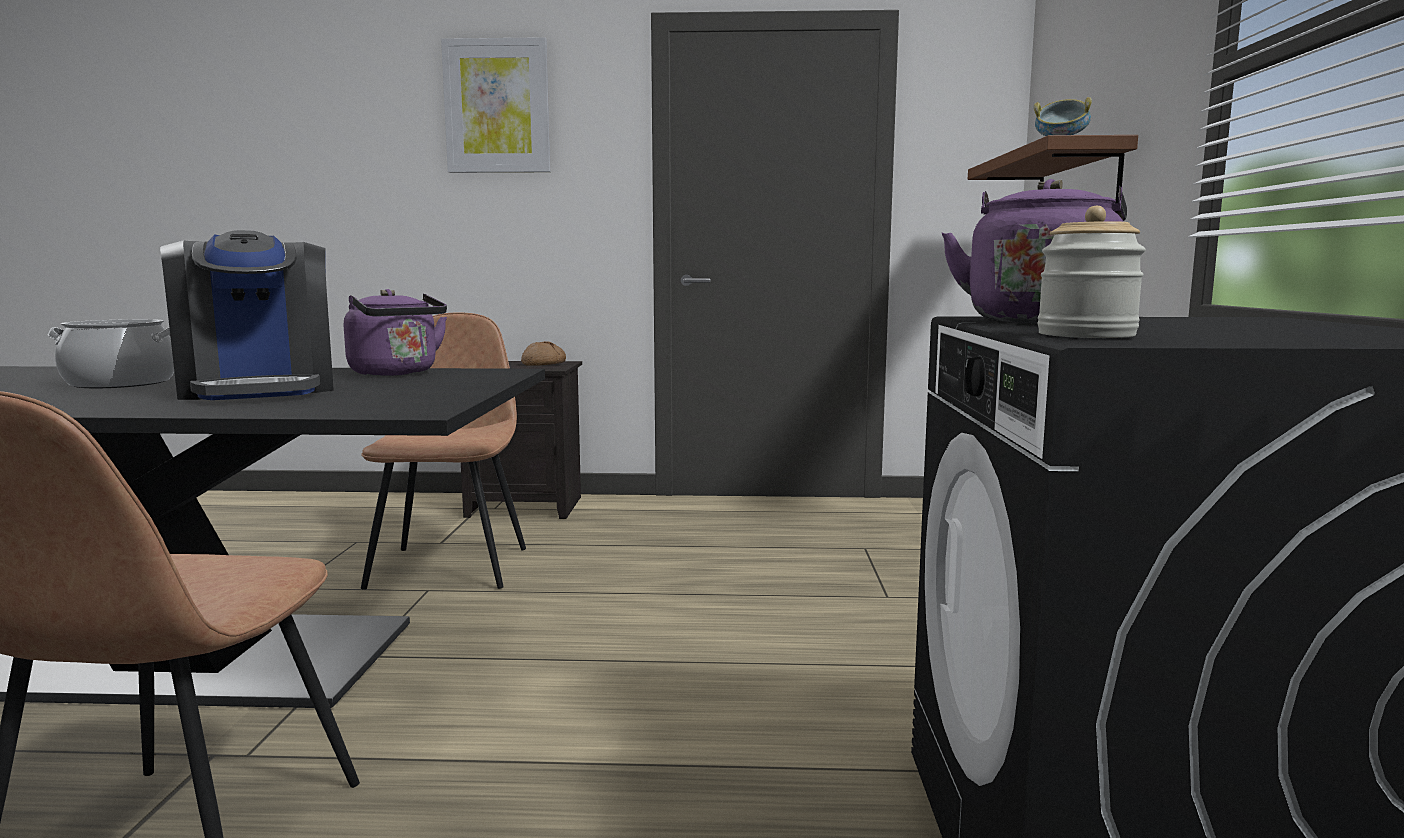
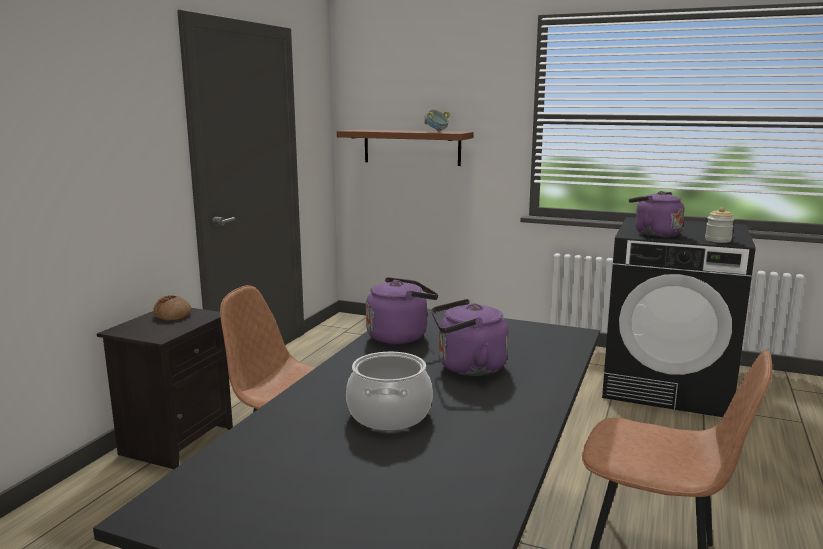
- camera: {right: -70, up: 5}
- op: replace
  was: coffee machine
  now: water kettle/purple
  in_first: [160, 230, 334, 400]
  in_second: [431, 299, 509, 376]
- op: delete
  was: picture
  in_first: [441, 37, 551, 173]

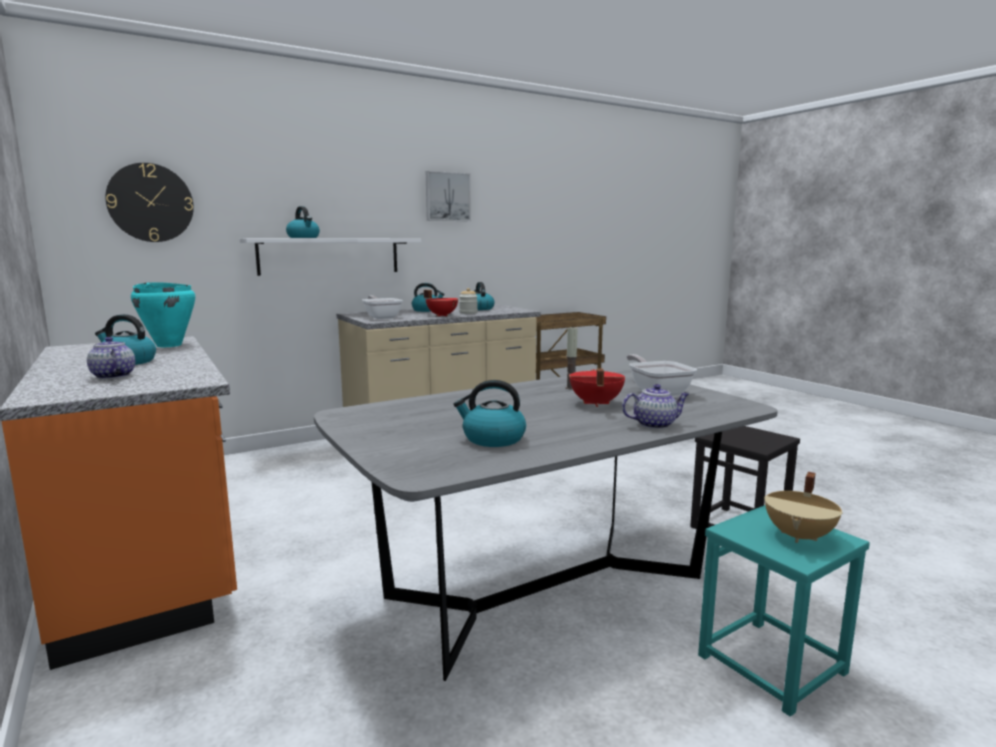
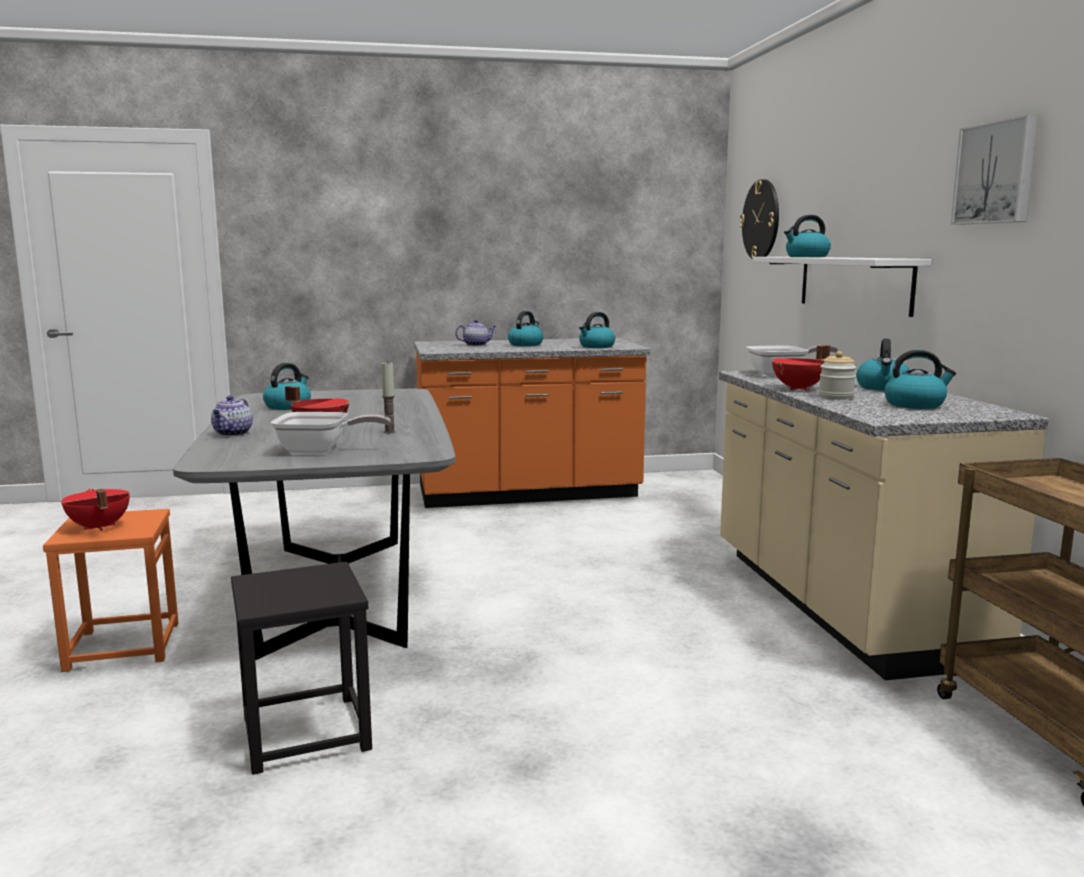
- camera: {right: 110, up: 0}
- op: recolor
  was: stool seat/turquoise
  now: stool seat/orange
  in_first: [698, 505, 870, 716]
  in_second: [43, 509, 178, 672]
- op: recolor
  was: saucepot/beige
  now: saucepot/red
  in_first: [764, 472, 843, 543]
  in_second: [61, 489, 130, 531]
- op: replace
  was: saucepot/turquoise
  now: water kettle
  in_first: [131, 282, 195, 347]
  in_second: [579, 312, 615, 348]

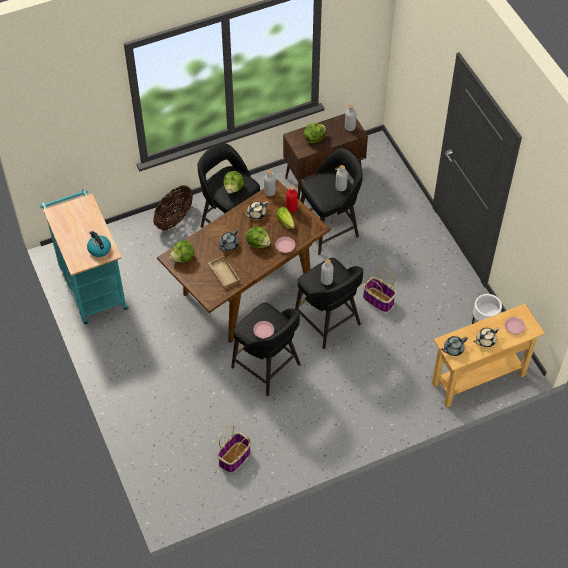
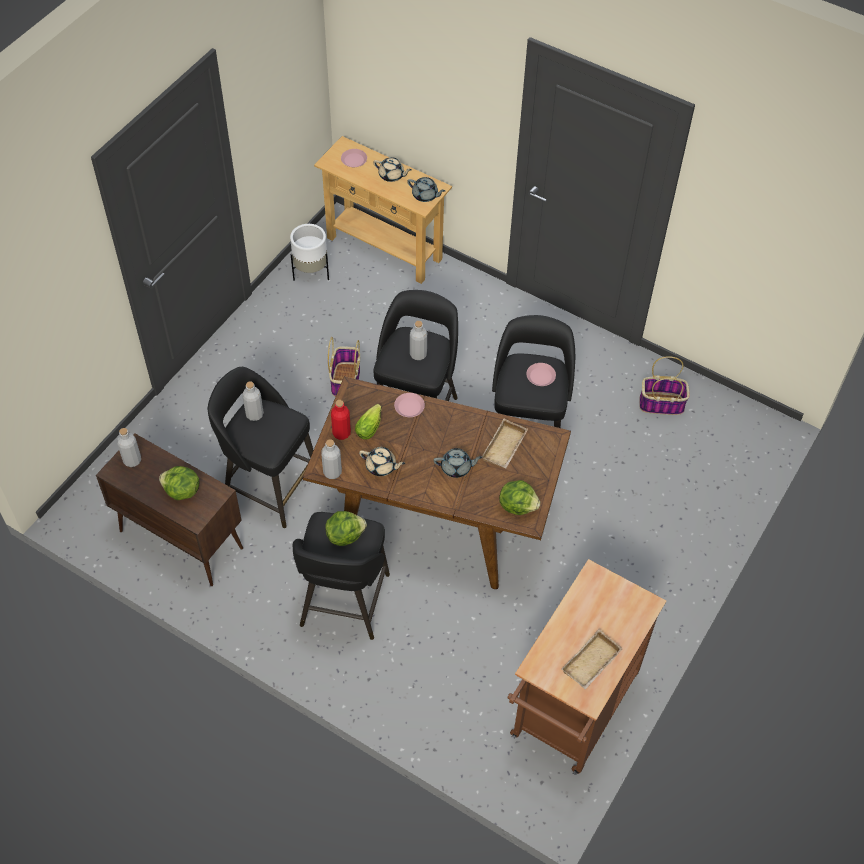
- camera: {right: -125, up: 0}
- op: recolor
  was: cart/turquoise
  now: cart/brownish
  in_first: [40, 189, 129, 325]
  in_second: [508, 559, 666, 775]
- op: insert
  now: serving tray/beige
  in_second: [561, 629, 623, 689]
- op: delete
  was: water kettle
  in_first: [87, 231, 111, 257]
- op: delete
  was: basket
  in_first: [153, 185, 193, 230]
- op: delete
  was: lettuce head
  in_first: [246, 227, 271, 248]

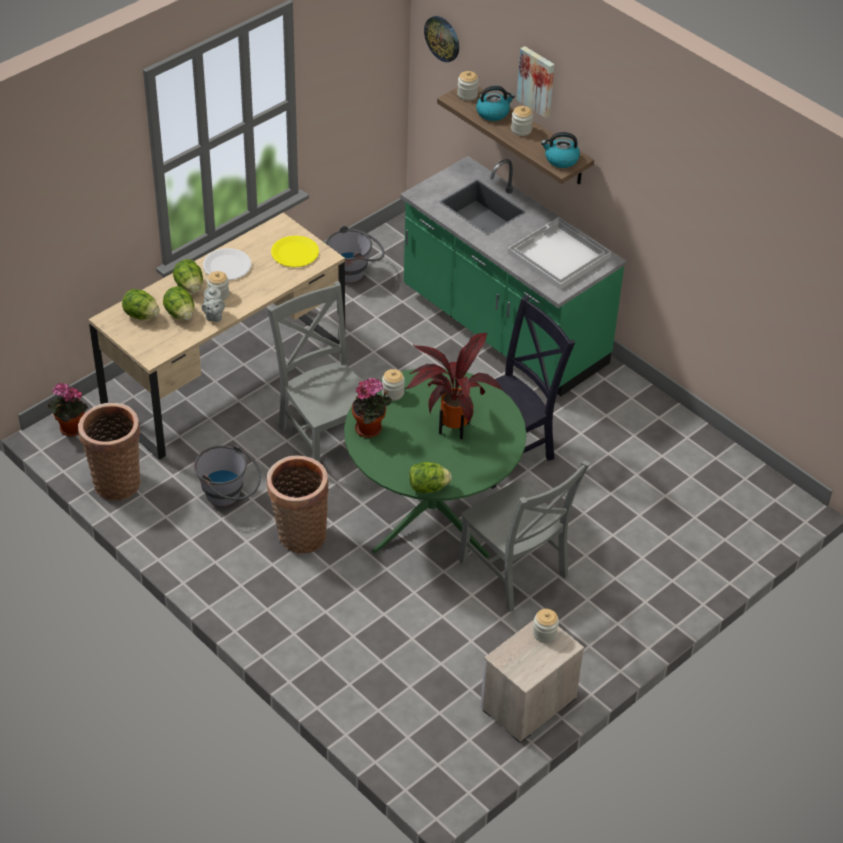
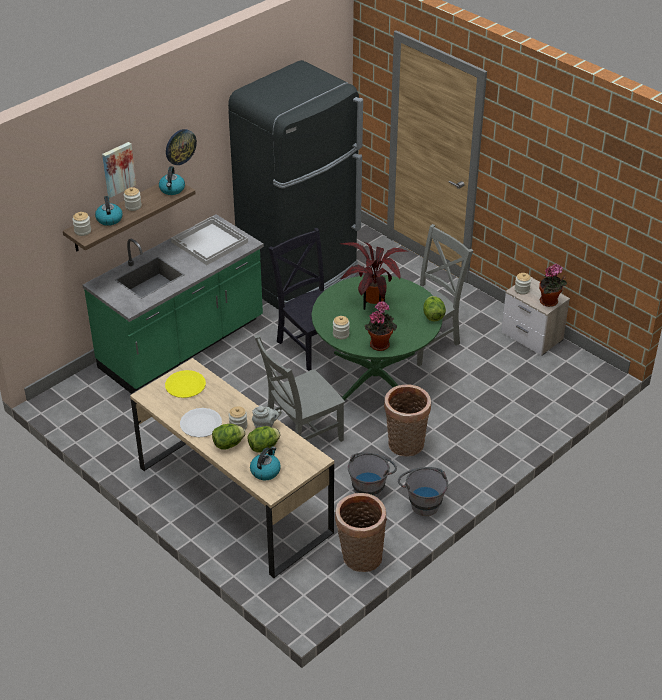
- camera: {right: -90, up: -5}
- op: move
  was: clock on the wall
  in_first: [424, 16, 459, 62]
  in_second: [166, 129, 197, 165]
- op: insert
  now: refrigerator/blackish
  in_second: [228, 60, 363, 310]
- op: replace
  was: lettuce head
  now: water kettle
  in_first: [122, 289, 160, 320]
  in_second: [250, 447, 281, 480]
- op: move
  was: bucket/gray
  in_first: [326, 225, 385, 283]
  in_second: [398, 467, 448, 516]
- op: move
  was: potted plant
  in_first: [48, 383, 88, 436]
  in_second: [539, 263, 567, 307]

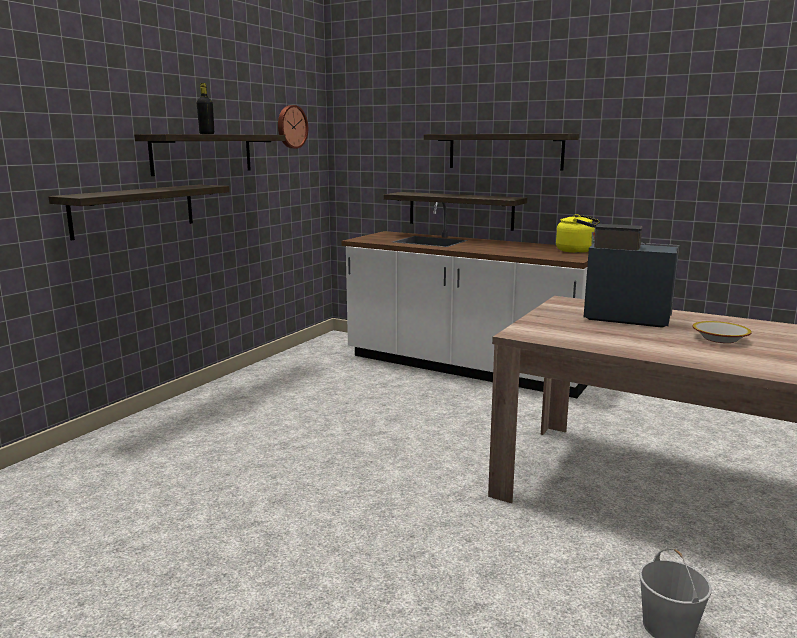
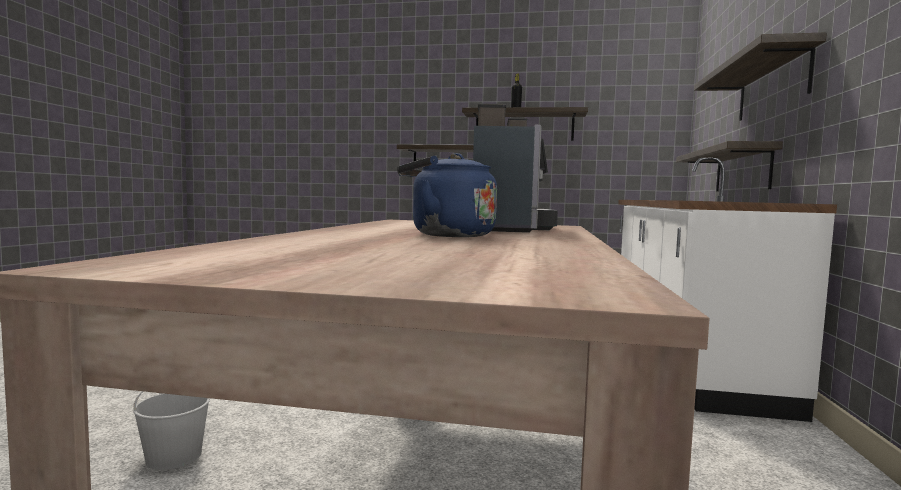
- camera: {right: 70, up: -10}
- op: replace
  was: bowl
  now: water kettle/bluish
  in_first: [692, 321, 752, 343]
  in_second: [397, 153, 497, 237]
- op: delete
  was: clock on the wall
  in_first: [278, 105, 308, 149]
- op: delete
  was: water kettle/yellow-coloured
  in_first: [556, 214, 600, 253]

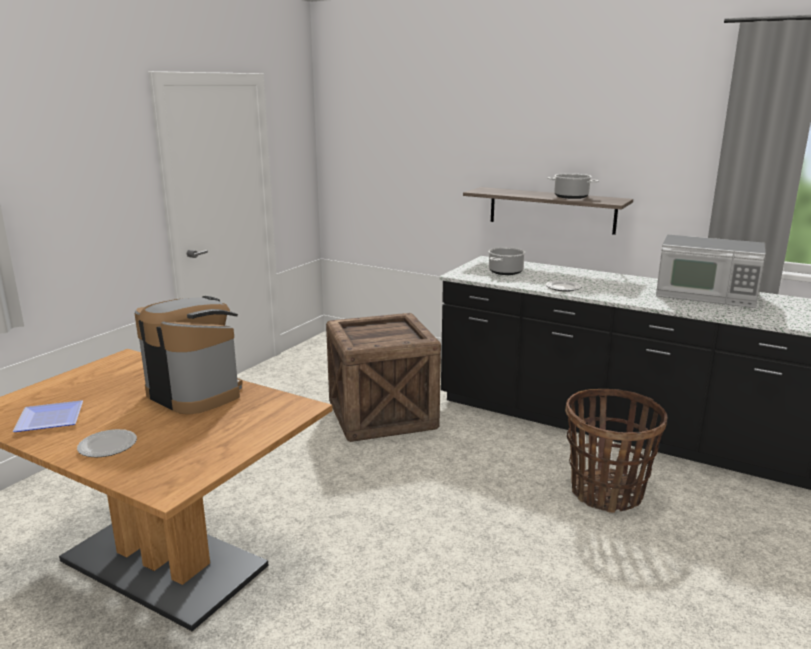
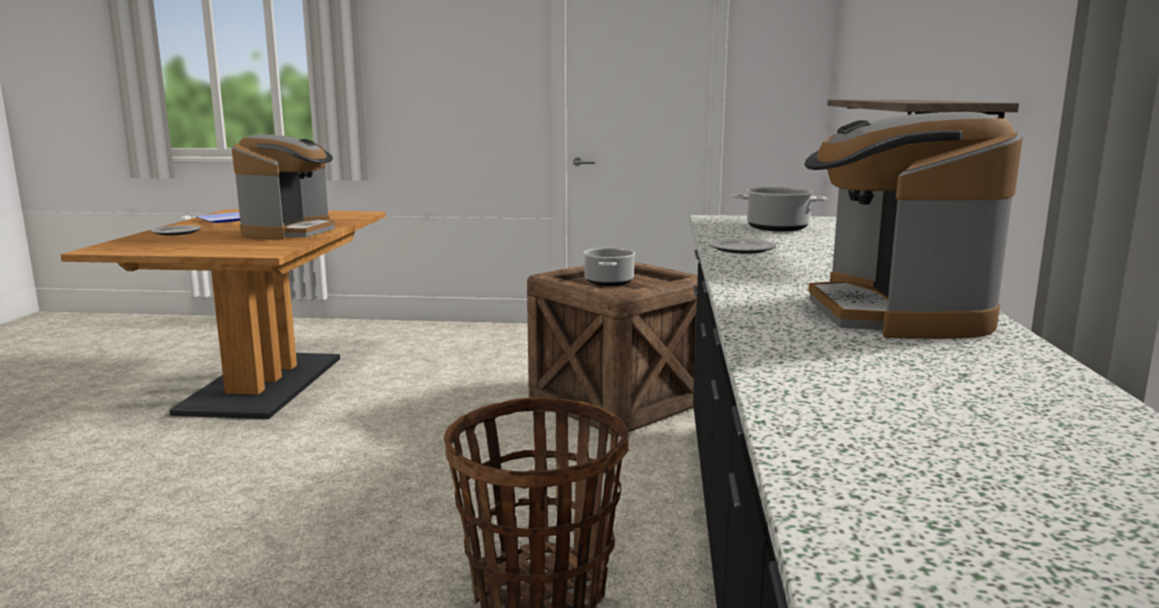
- camera: {right: 65, up: -5}
- op: move
  was: saucepot
  in_first: [548, 174, 599, 199]
  in_second: [583, 248, 636, 286]
- op: replace
  was: microwave
  now: coffee machine
  in_first: [656, 235, 766, 308]
  in_second: [804, 112, 1023, 339]

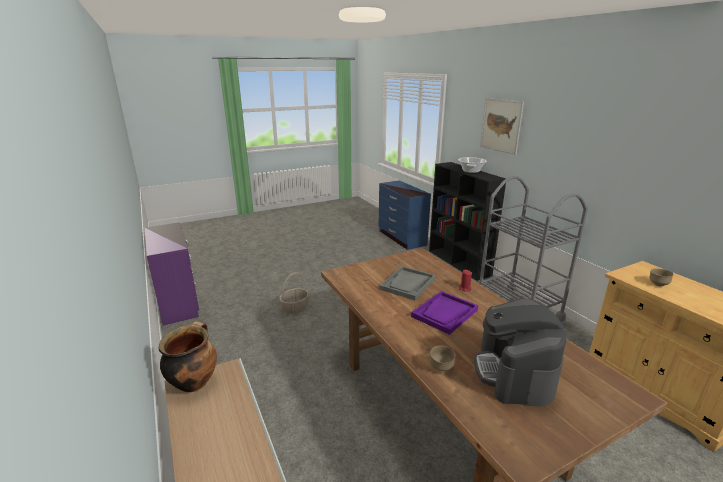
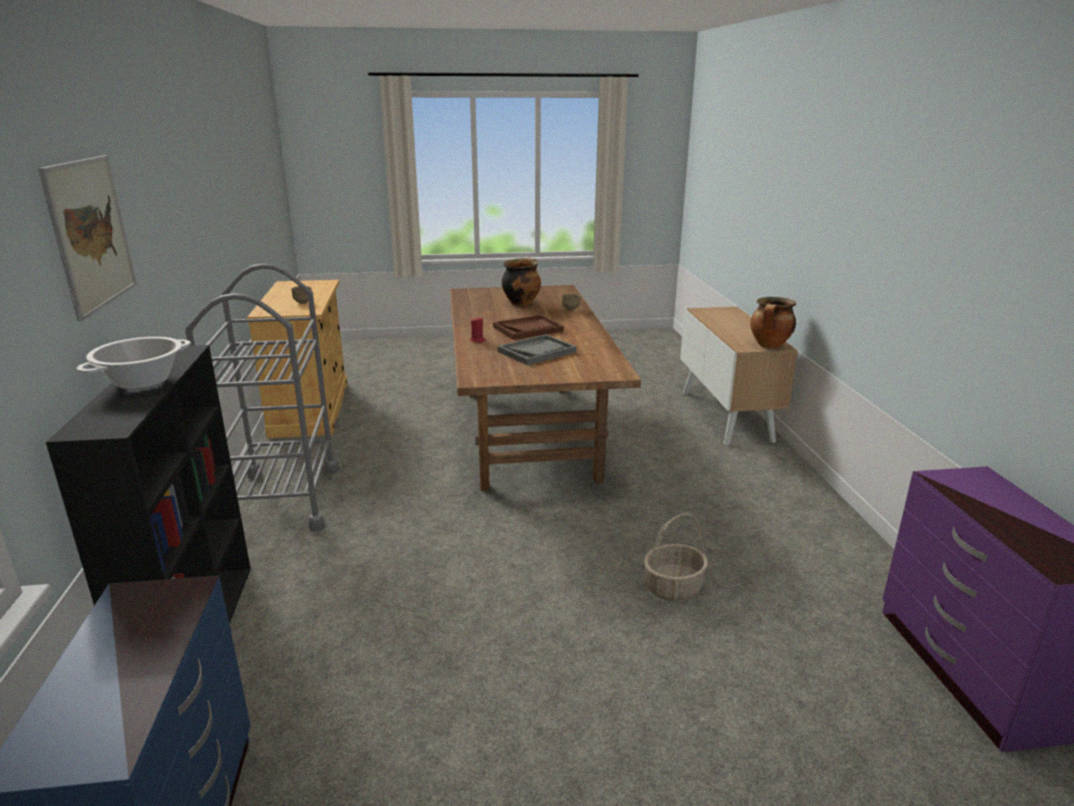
- camera: {right: -160, up: 0}
- op: recolor
  was: serving tray/purple
  now: serving tray/brownish
  in_first: [411, 291, 478, 335]
  in_second: [493, 315, 564, 340]
- op: replace
  was: coffee machine
  now: saucepot
  in_first: [474, 298, 567, 407]
  in_second: [502, 258, 541, 306]

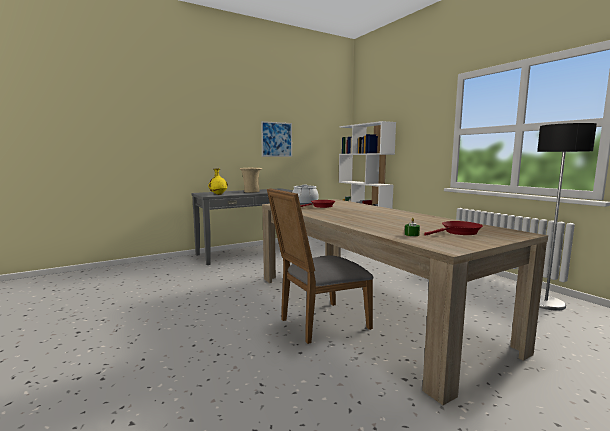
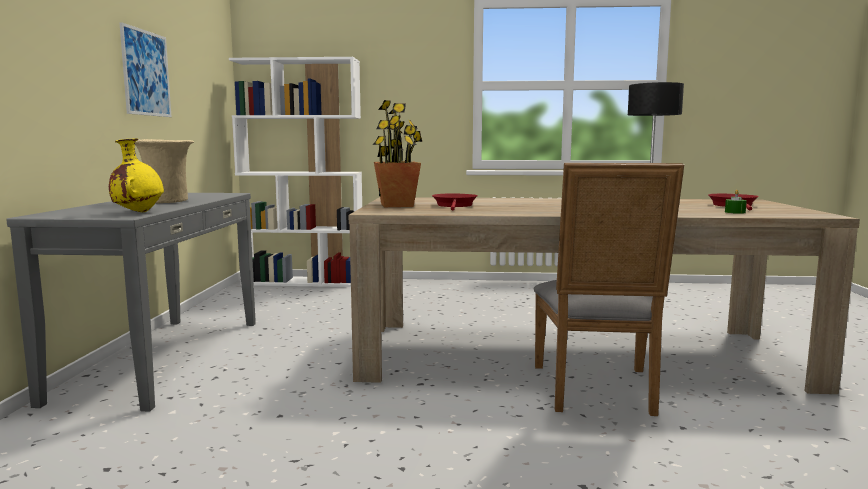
- camera: {right: -55, up: 0}
- op: replace
  was: saucepot
  now: potted plant
  in_first: [292, 185, 319, 205]
  in_second: [373, 100, 422, 207]

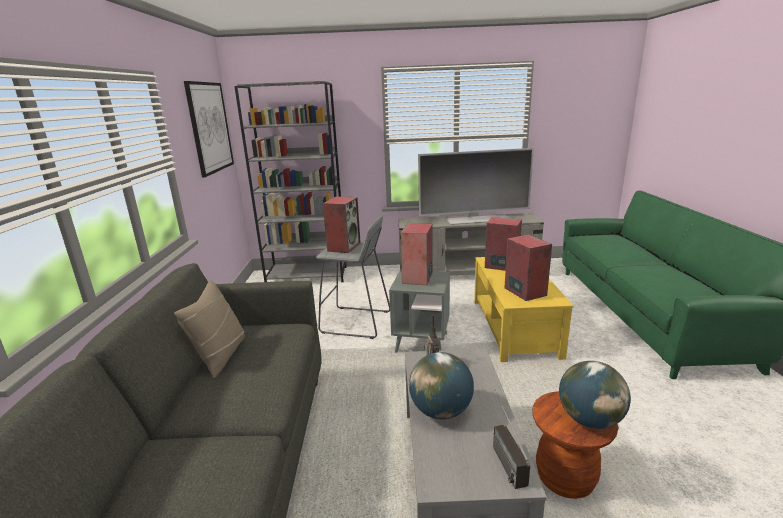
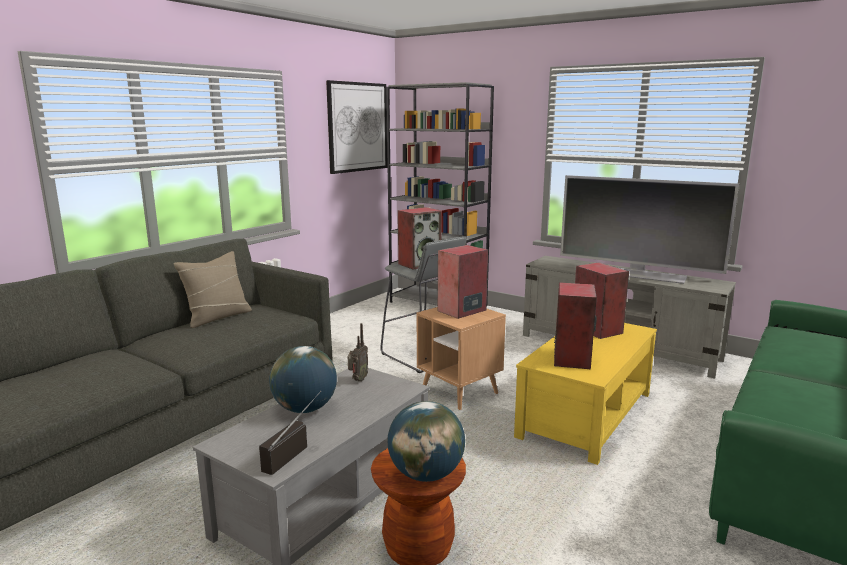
- camera: {right: 35, up: -5}
- op: recolor
  was: accent table/gray
  now: accent table/brownish
  in_first: [389, 269, 450, 353]
  in_second: [417, 307, 506, 410]

